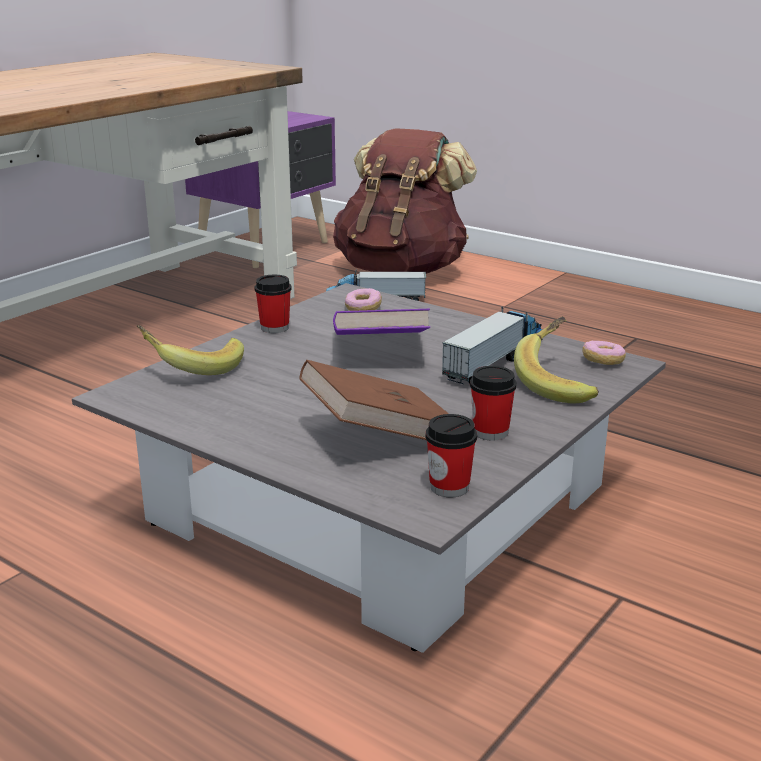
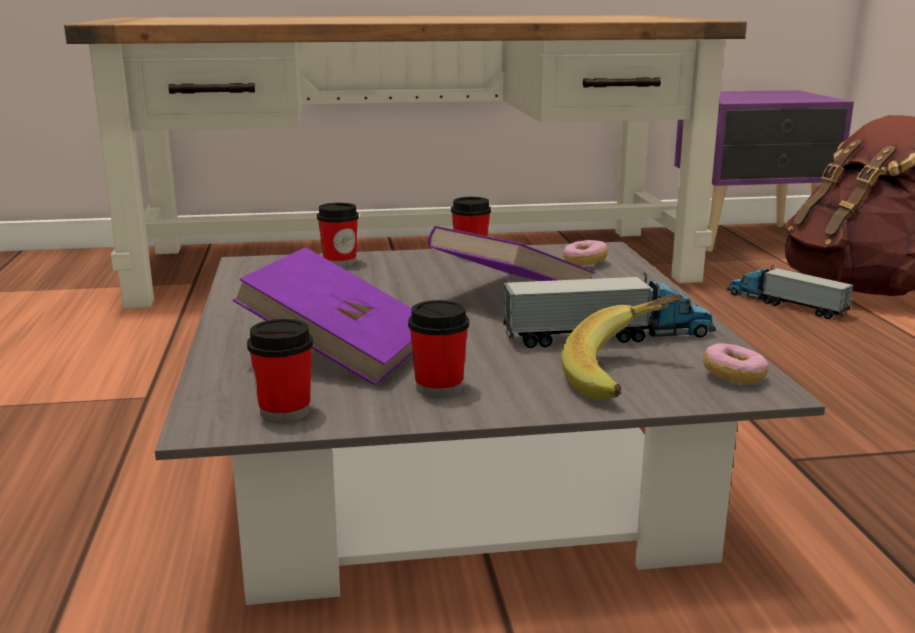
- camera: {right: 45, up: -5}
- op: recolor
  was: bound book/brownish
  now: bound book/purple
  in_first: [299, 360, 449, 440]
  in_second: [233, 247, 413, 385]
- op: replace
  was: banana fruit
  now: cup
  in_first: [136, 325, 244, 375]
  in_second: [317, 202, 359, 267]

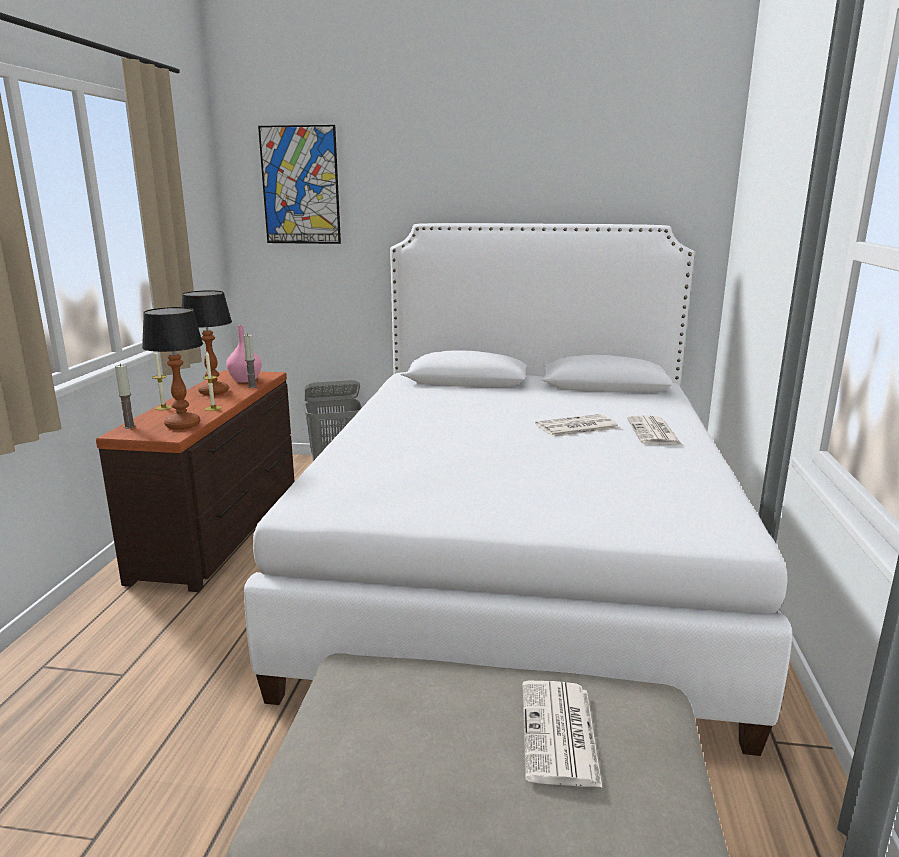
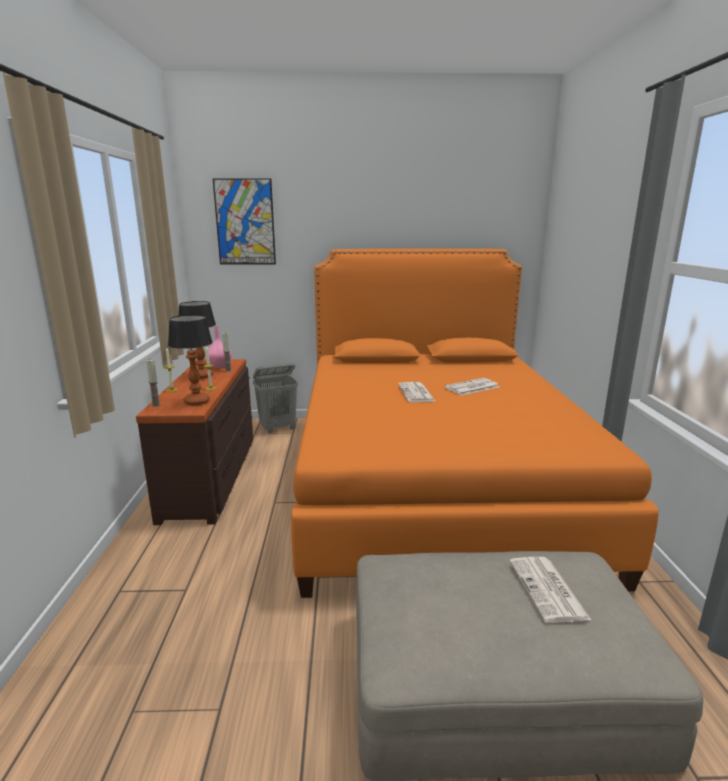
- camera: {right: -10, up: 0}
- op: recolor
  was: sleeping bed/white-coloured
  now: sleeping bed/orange
  in_first: [244, 223, 792, 756]
  in_second: [291, 249, 659, 598]
- op: move
  was: printed paper
  in_first: [627, 415, 682, 445]
  in_second: [398, 382, 436, 402]

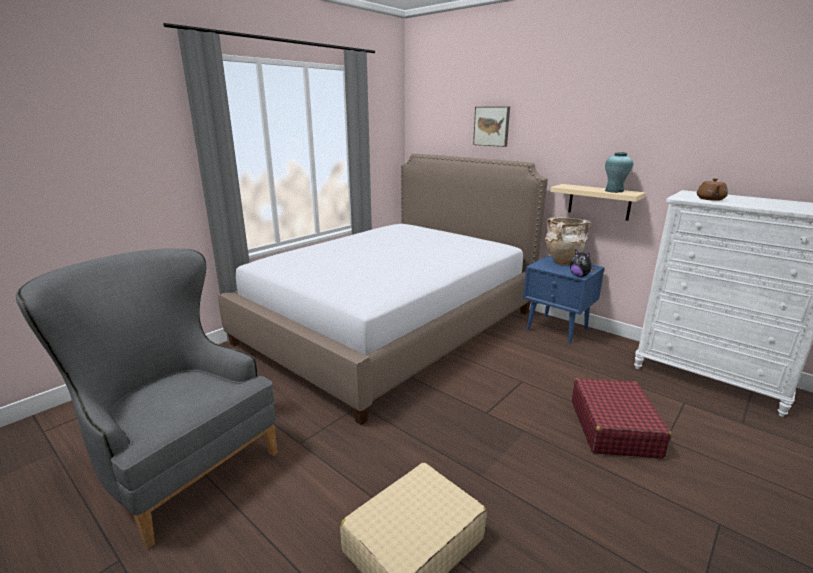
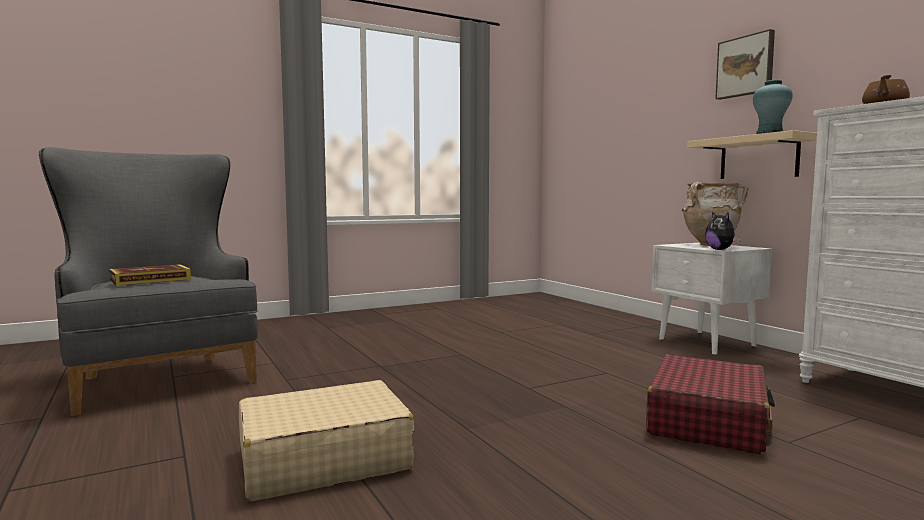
- camera: {right: 20, up: -15}
- op: insert
  now: bound book
  in_second: [109, 264, 191, 286]
- op: recolor
  was: nightstand/bluish
  now: nightstand/white-coloured
  in_first: [523, 256, 605, 344]
  in_second: [651, 243, 772, 354]
- op: move
  was: picture
  in_first: [473, 106, 510, 147]
  in_second: [715, 29, 775, 100]
- op: delete
  was: sleeping bed
  in_first: [218, 154, 548, 425]

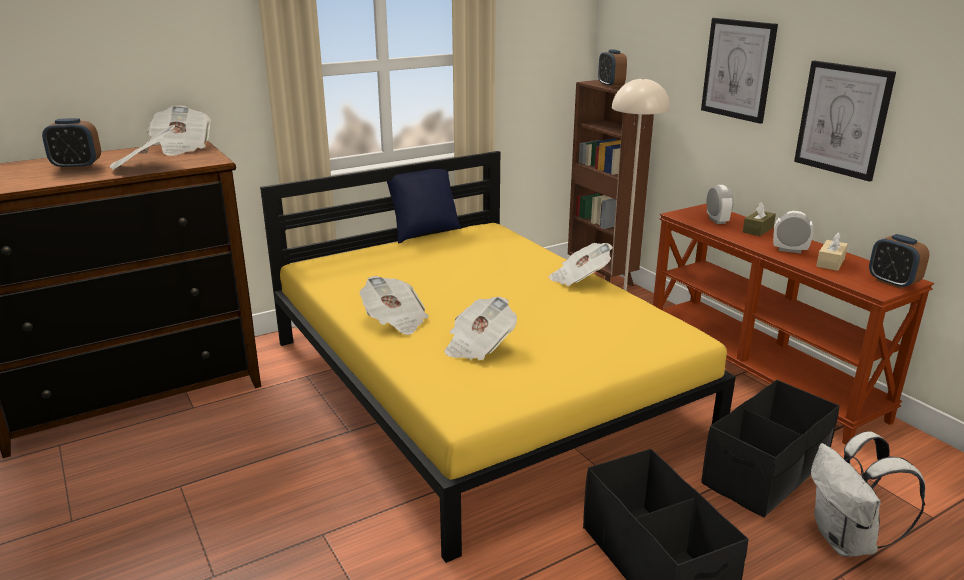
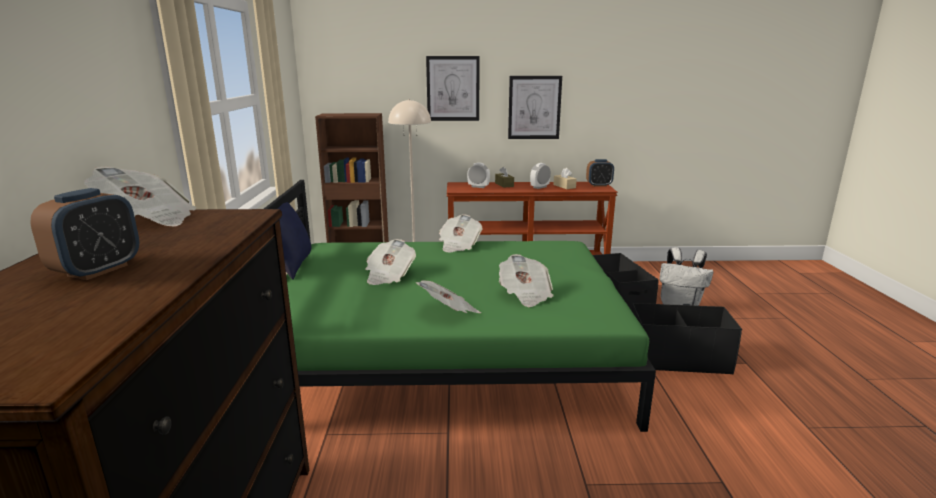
- camera: {right: -60, up: -5}
- op: recolor
  was: sleeping bed/yellow-coloured
  now: sleeping bed/greenish
  in_first: [260, 151, 736, 563]
  in_second: [264, 180, 656, 432]
- op: move
  was: printed paper
  in_first: [110, 125, 175, 170]
  in_second: [366, 239, 416, 285]
- op: delete
  was: alarm clock
  in_first: [598, 50, 627, 88]

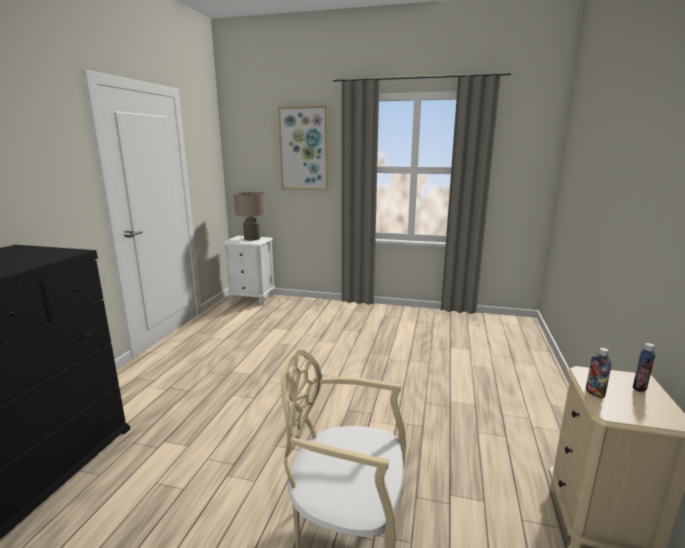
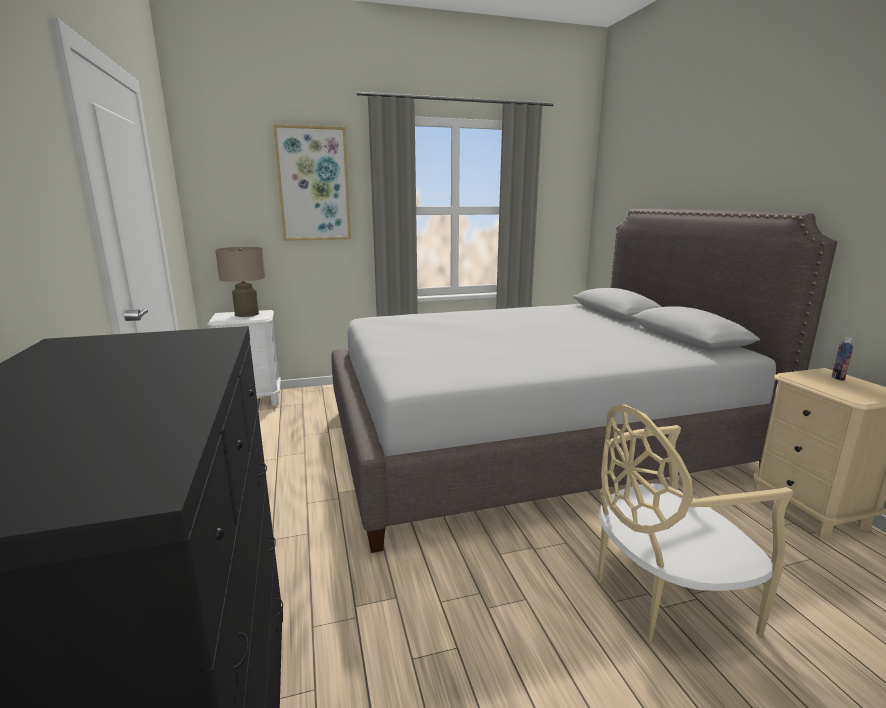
- camera: {right: -30, up: 0}
- op: insert
  now: sleeping bed/gray
  in_second: [331, 209, 837, 553]
- op: delete
  was: beverage bottle
  in_first: [586, 348, 611, 398]

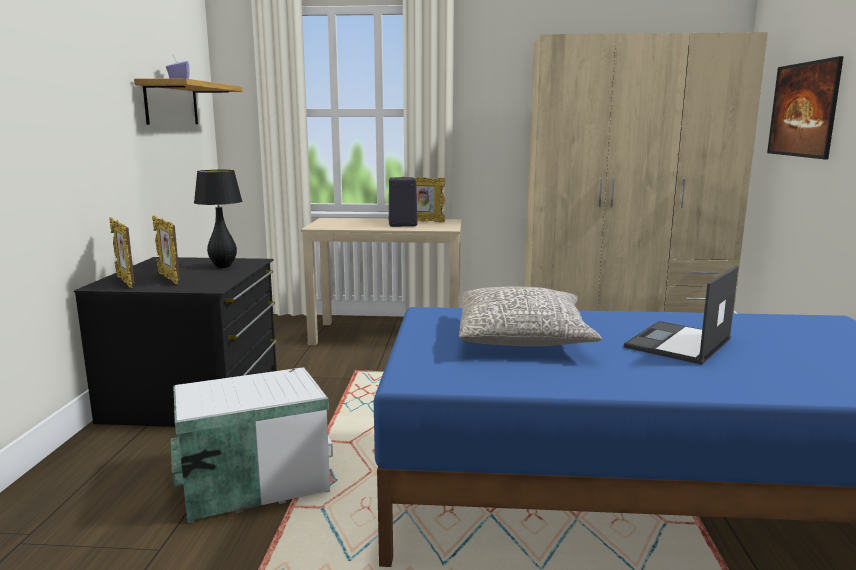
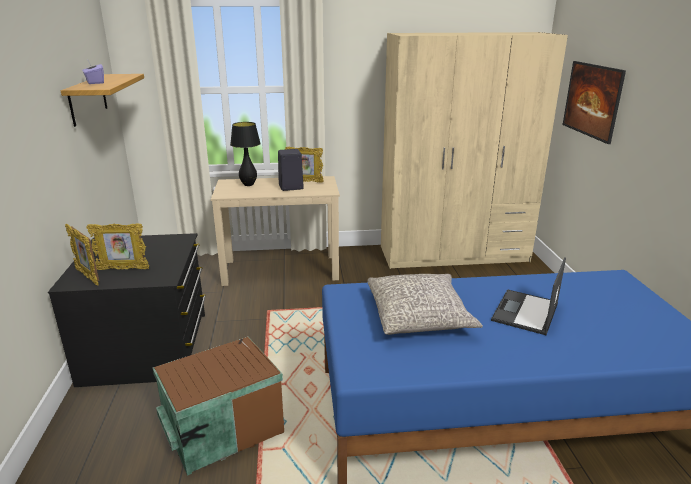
- camera: {right: -10, up: 10}
- op: rotate
  was: picture frame
  in_first: [152, 215, 180, 284]
  in_second: [86, 223, 149, 270]
  clockwise: -45
- op: recolor
  was: storage bin/white-coloured
  now: storage bin/brownish
  in_first: [171, 367, 333, 523]
  in_second: [153, 337, 284, 476]
- op: move
  was: tabletop lamp/blackish
  in_first: [194, 170, 242, 268]
  in_second: [230, 122, 261, 186]

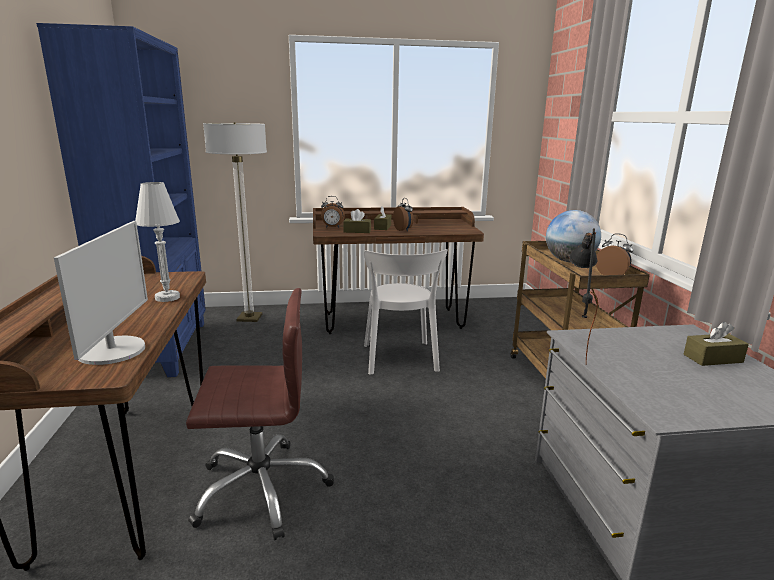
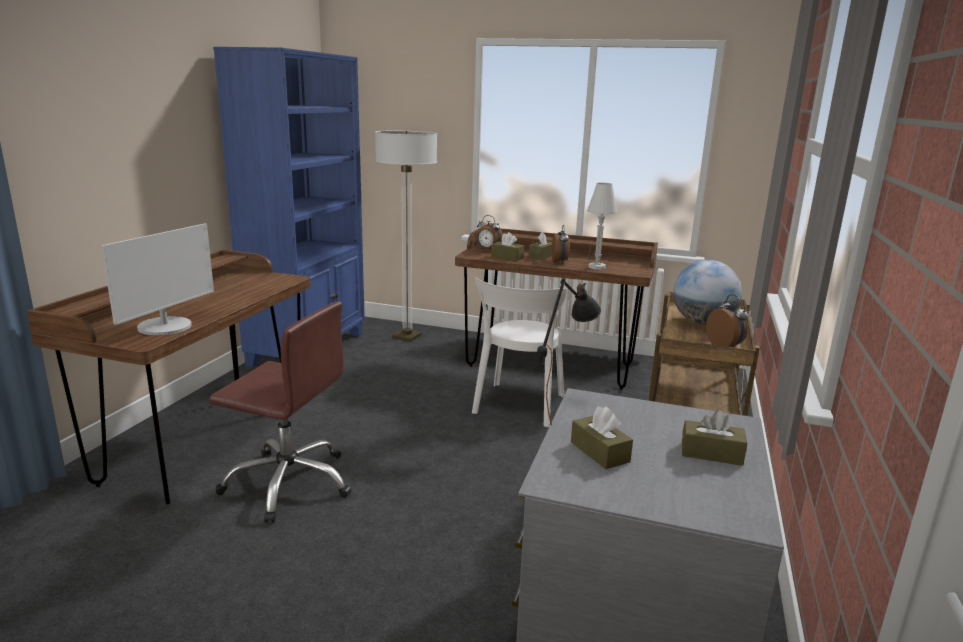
- camera: {right: 25, up: 0}
- op: insert
  now: tissue box/brownish
  in_second: [571, 406, 633, 469]
- op: move
  was: tabletop lamp/white-coloured
  in_first: [135, 182, 180, 302]
  in_second: [587, 183, 617, 270]

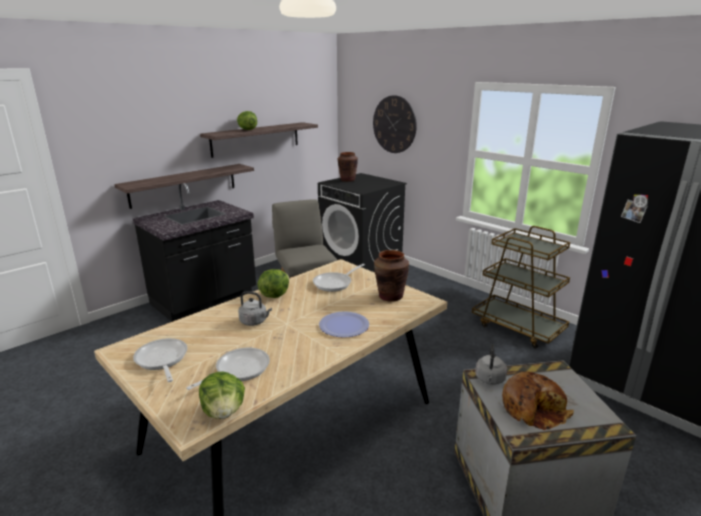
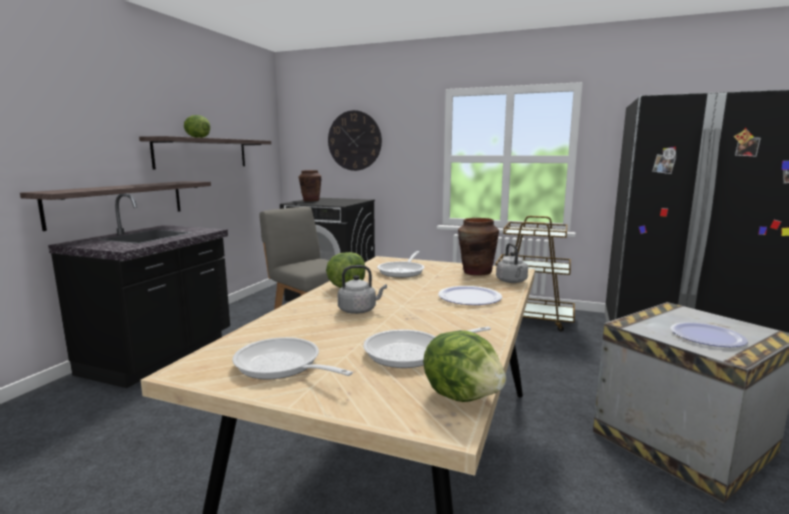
- camera: {right: -25, up: -10}
- op: rotate
  was: frying pan
  in_first: [186, 348, 270, 390]
  in_second: [363, 326, 491, 368]
  clockwise: -120
- op: move
  was: water kettle/gray
  in_first: [475, 344, 507, 385]
  in_second: [496, 243, 528, 283]
- op: replace
  was: bakery bread
  now: flat dish
  in_first: [502, 371, 574, 430]
  in_second: [671, 322, 748, 347]

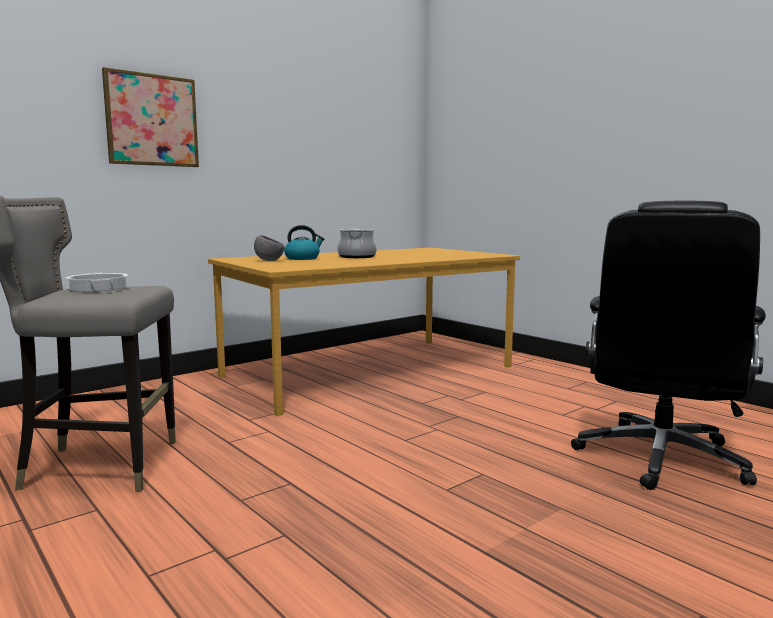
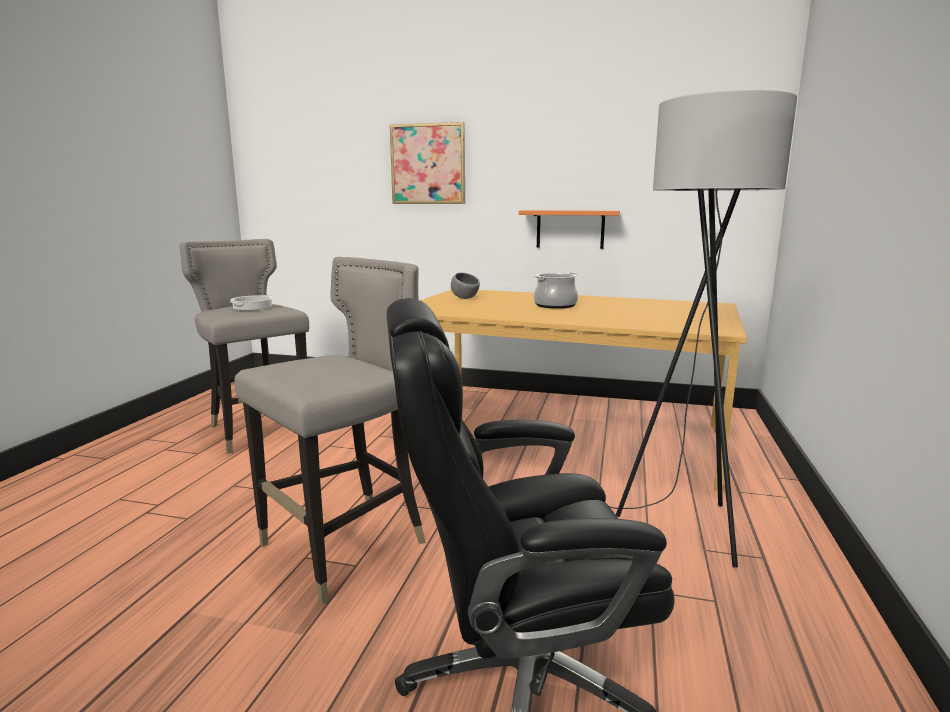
- camera: {right: 55, up: 5}
- op: insert
  now: stool seat/gray
  in_second: [234, 257, 426, 604]
- op: insert
  now: bracket shelf/orange
  in_second: [519, 210, 620, 249]
- op: insert
  now: standard lamp/gray
  in_second: [609, 90, 797, 568]
- op: delete
  was: water kettle
  in_first: [284, 225, 324, 260]

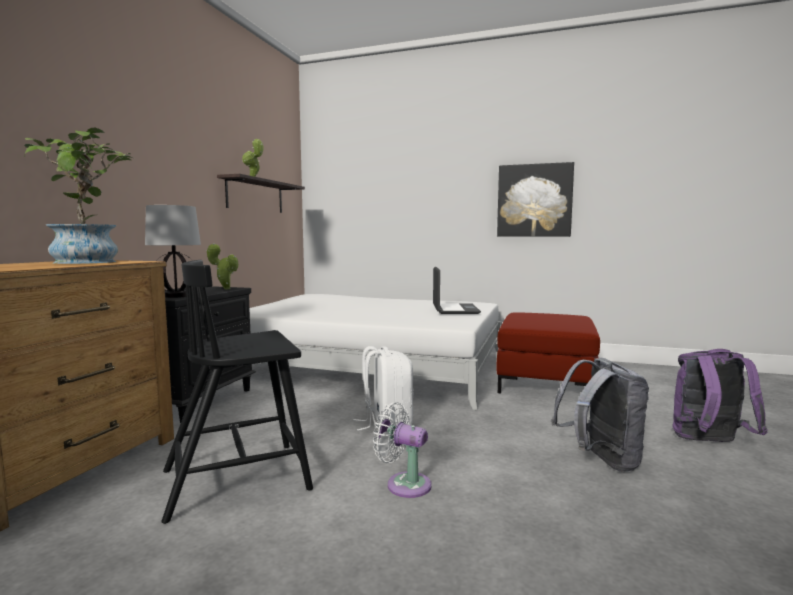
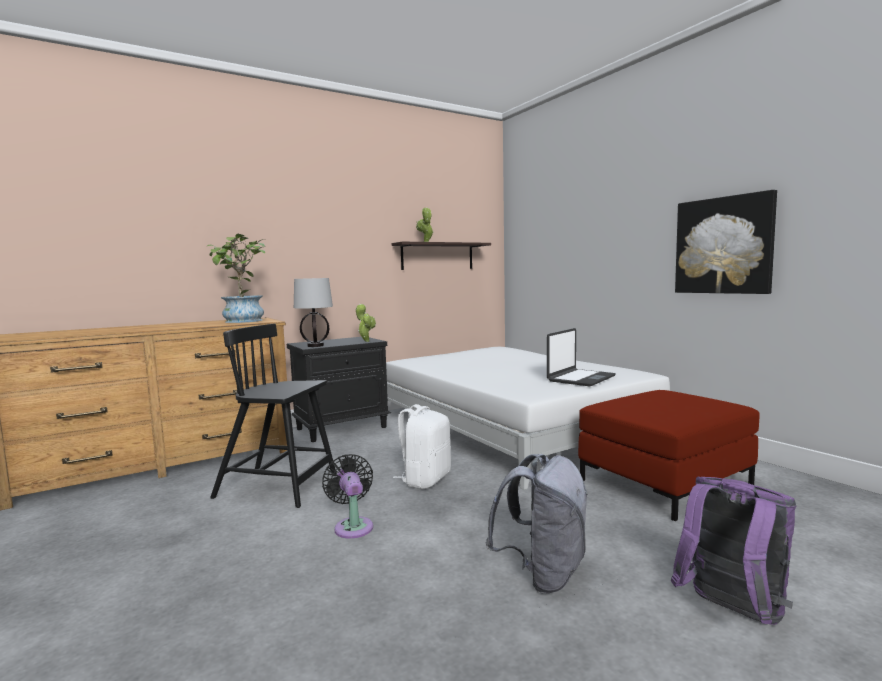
- camera: {right: 40, up: 0}
- op: recolor
  was: cooling fan/white-coloured
  now: cooling fan/blackish
  in_first: [373, 402, 432, 498]
  in_second: [322, 454, 373, 539]

